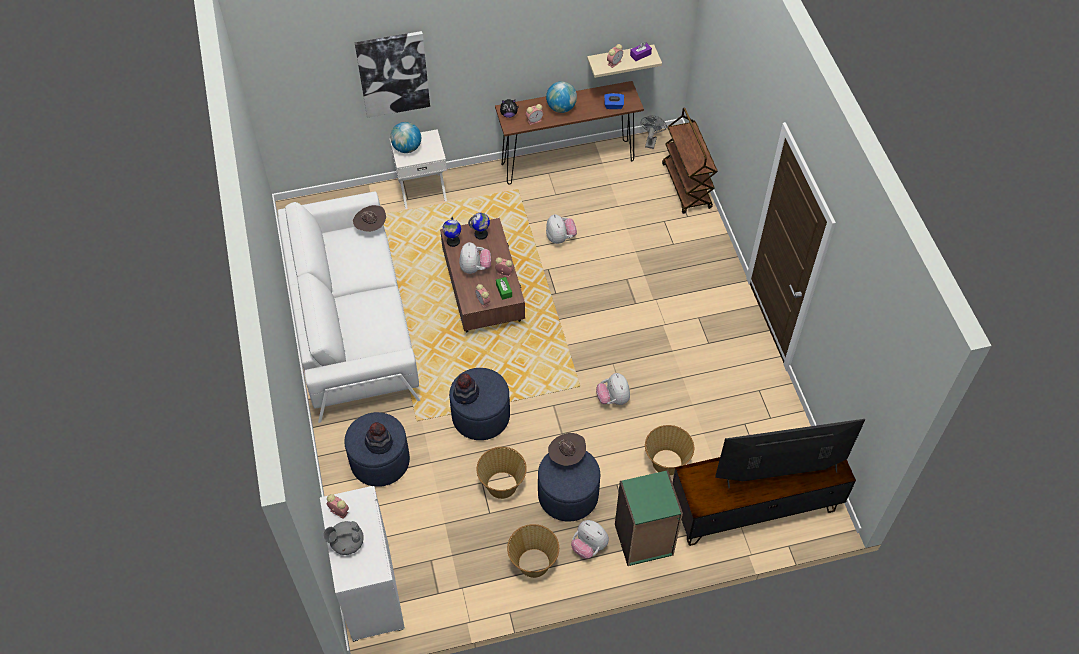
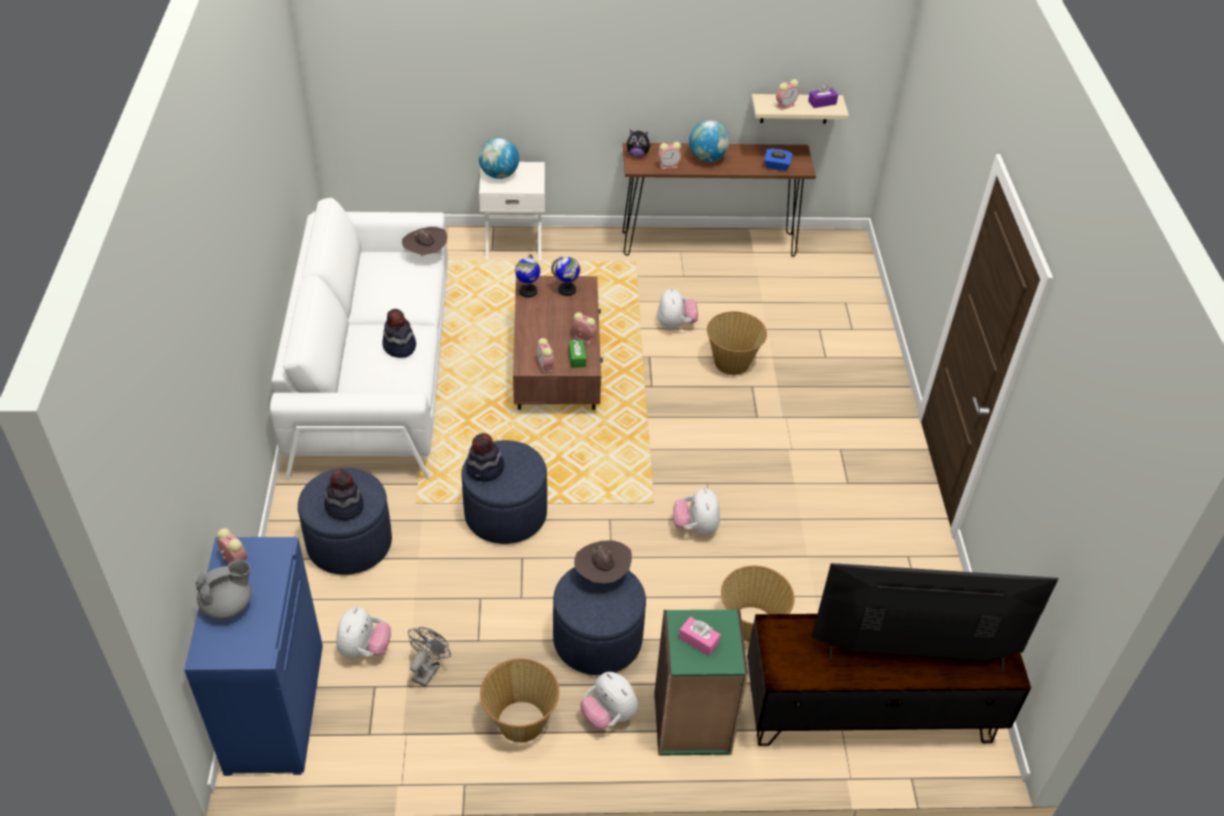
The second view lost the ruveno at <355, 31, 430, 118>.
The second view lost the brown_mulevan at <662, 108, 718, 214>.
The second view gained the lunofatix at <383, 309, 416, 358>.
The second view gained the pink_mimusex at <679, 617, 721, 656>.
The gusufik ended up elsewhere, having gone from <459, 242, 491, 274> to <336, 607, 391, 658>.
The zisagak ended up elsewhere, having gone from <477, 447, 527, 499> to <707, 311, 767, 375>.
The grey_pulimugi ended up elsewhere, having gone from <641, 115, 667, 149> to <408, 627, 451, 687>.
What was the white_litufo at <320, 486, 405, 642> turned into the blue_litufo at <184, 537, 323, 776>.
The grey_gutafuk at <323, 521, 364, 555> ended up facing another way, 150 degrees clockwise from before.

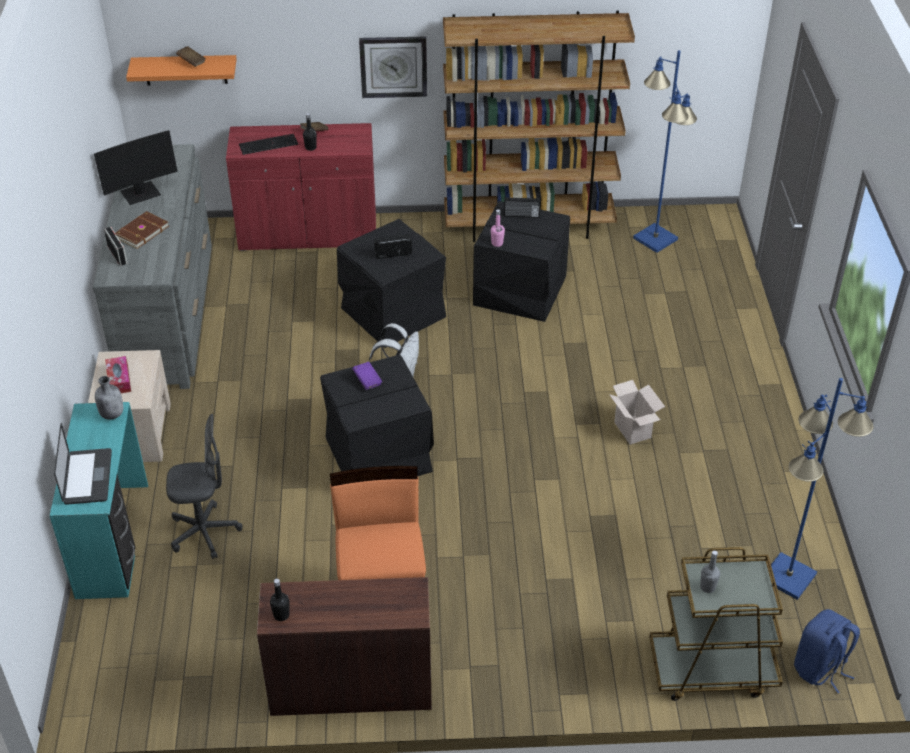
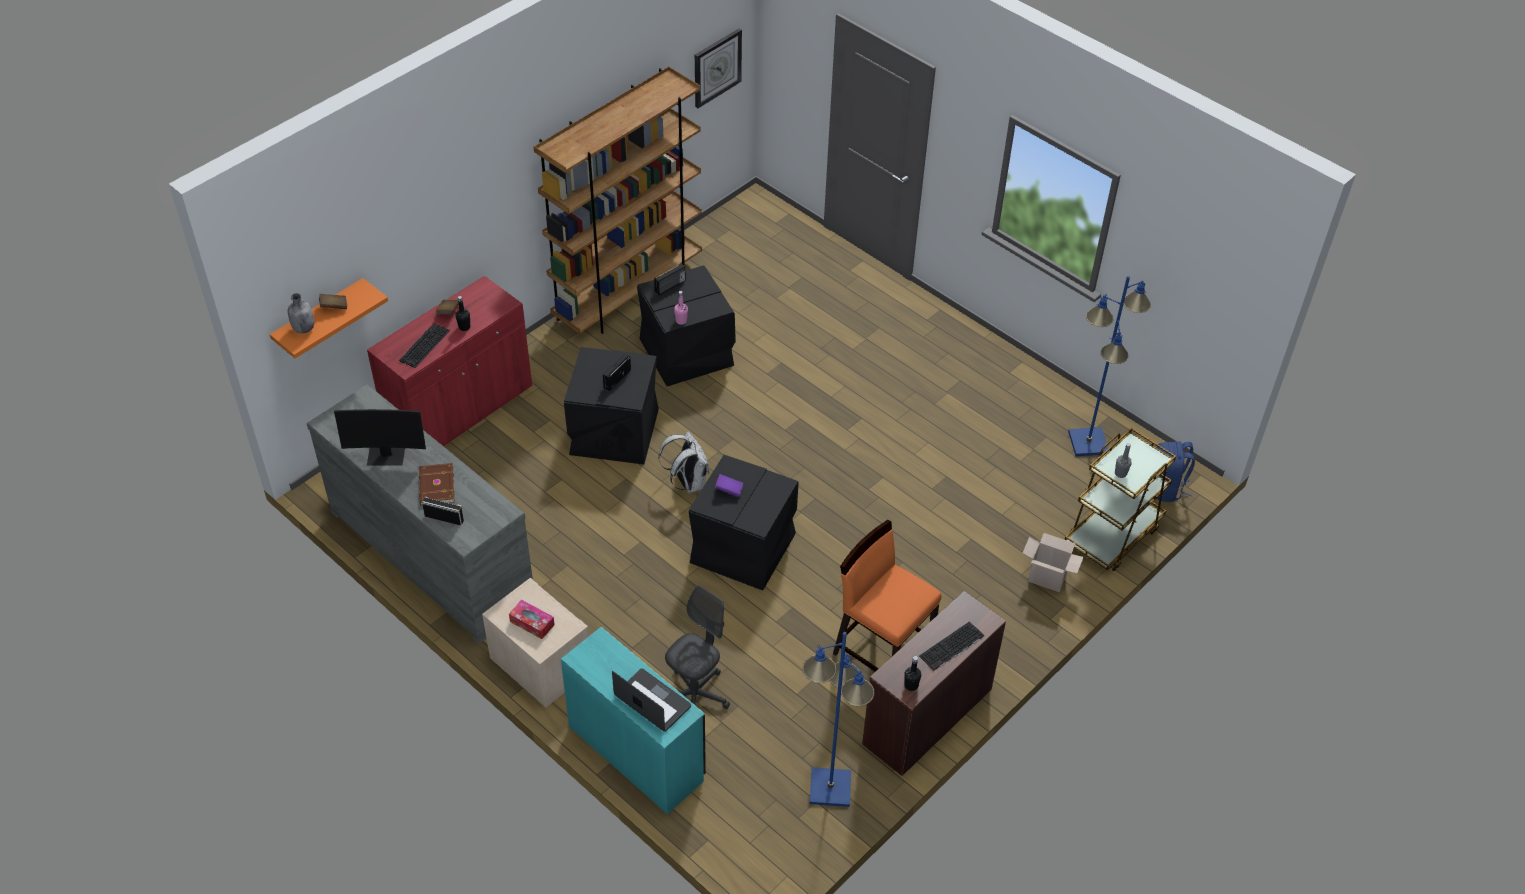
The second view gained the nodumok at <919, 622, 984, 671>.
The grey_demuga ended up elsewhere, having gone from <95, 376, 123, 420> to <288, 293, 314, 333>.
The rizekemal ended up elsewhere, having gone from <359, 36, 427, 98> to <695, 29, 742, 108>.
The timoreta ended up elsewhere, having gone from <609, 380, 665, 445> to <1023, 533, 1084, 592>.
The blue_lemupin ended up elsewhere, having gone from <633, 50, 697, 253> to <803, 632, 874, 807>.
The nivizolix at <94, 130, 178, 205> ended up facing another way, 75 degrees clockwise from before.

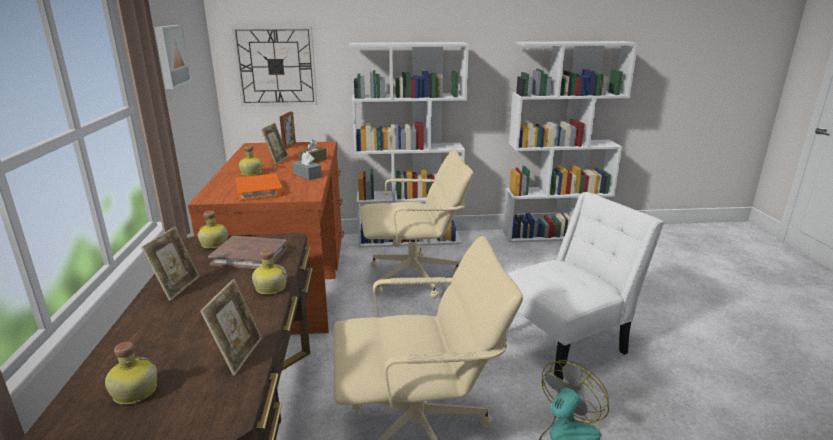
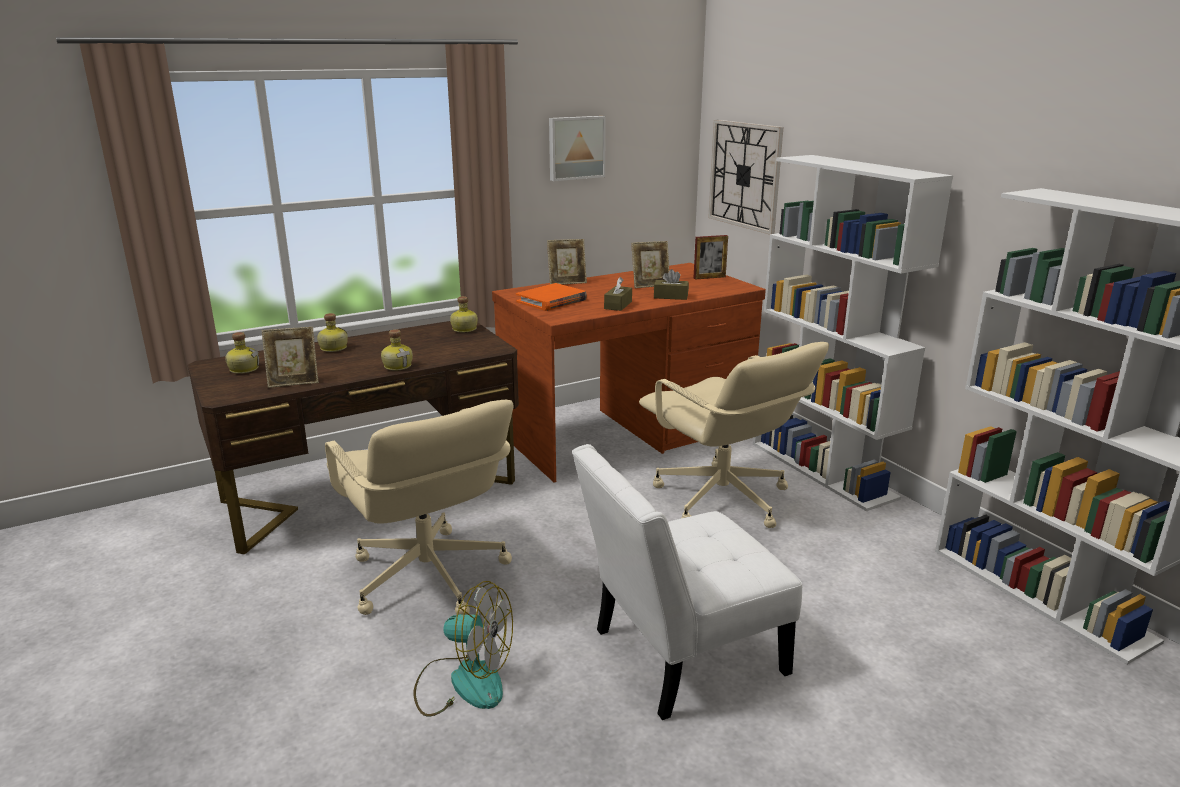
The second view lost the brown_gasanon at <208, 236, 287, 269>.
The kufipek ended up elsewhere, having gone from <141, 227, 200, 301> to <547, 239, 587, 284>.
The demuga ended up elsewhere, having gone from <239, 146, 263, 176> to <317, 313, 348, 352>.
What was the grey_mimusex at <293, 152, 322, 180> turned into the brown_mimusex at <604, 277, 632, 311>.
The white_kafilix at <507, 192, 664, 380> ended up facing another way, 120 degrees clockwise from before.

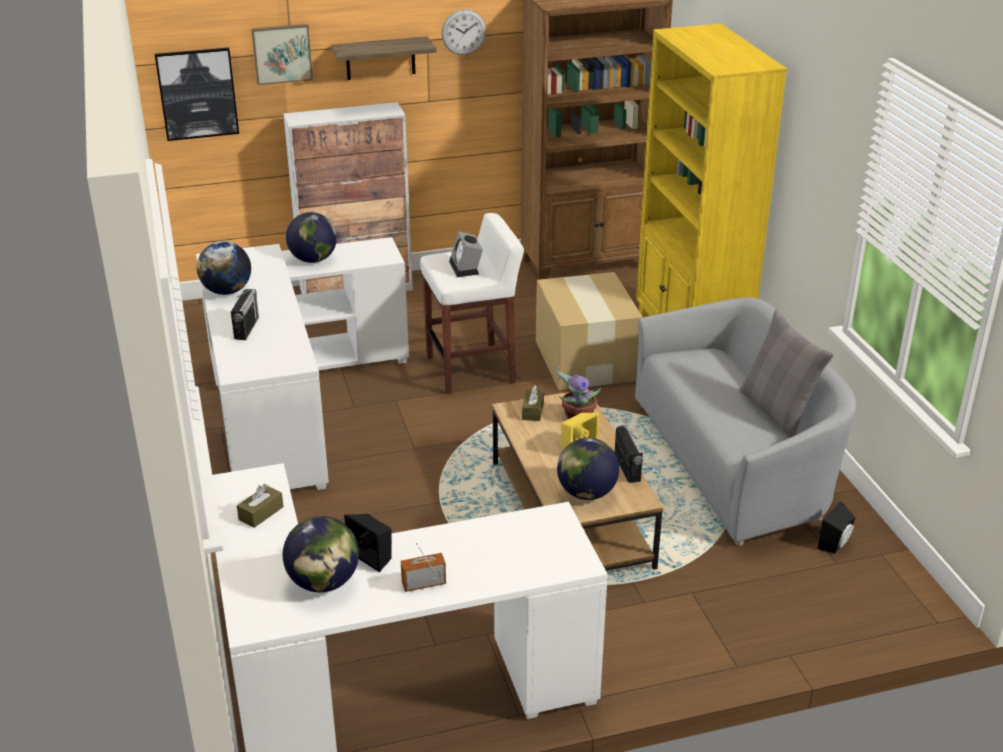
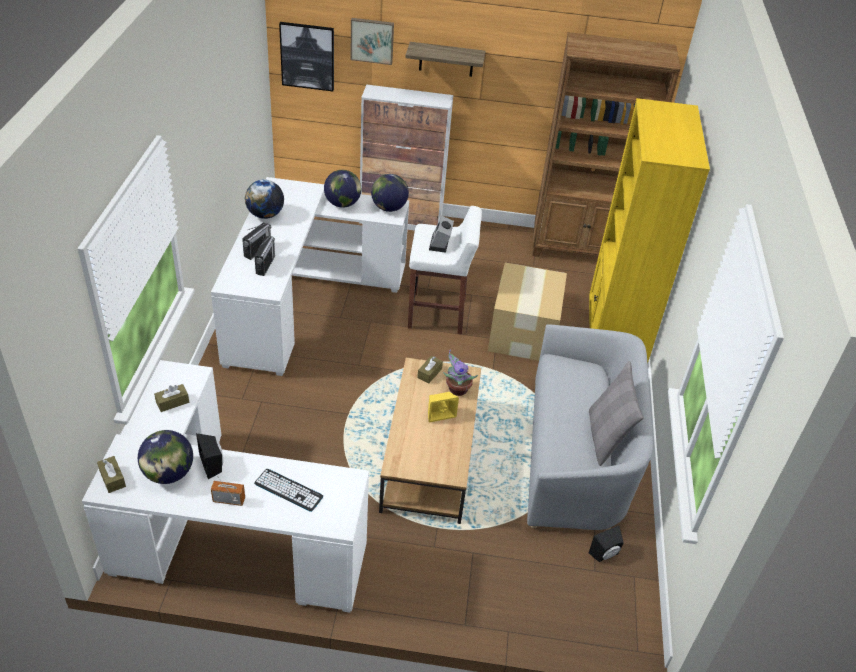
The second view lost the rizekemal at <441, 9, 486, 55>.
The second view gained the brown_mimusex at <97, 456, 126, 493>.
The second view gained the nodumok at <254, 469, 323, 512>.
The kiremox ended up elsewhere, having gone from <557, 438, 619, 500> to <371, 174, 409, 212>.
The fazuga ended up elsewhere, having gone from <615, 425, 643, 483> to <254, 236, 275, 276>.

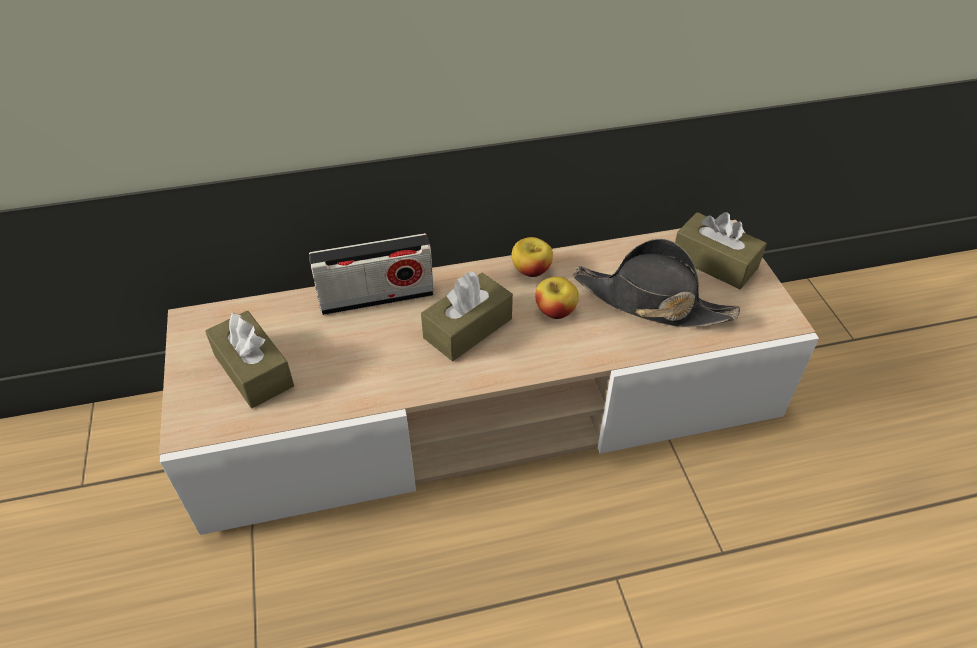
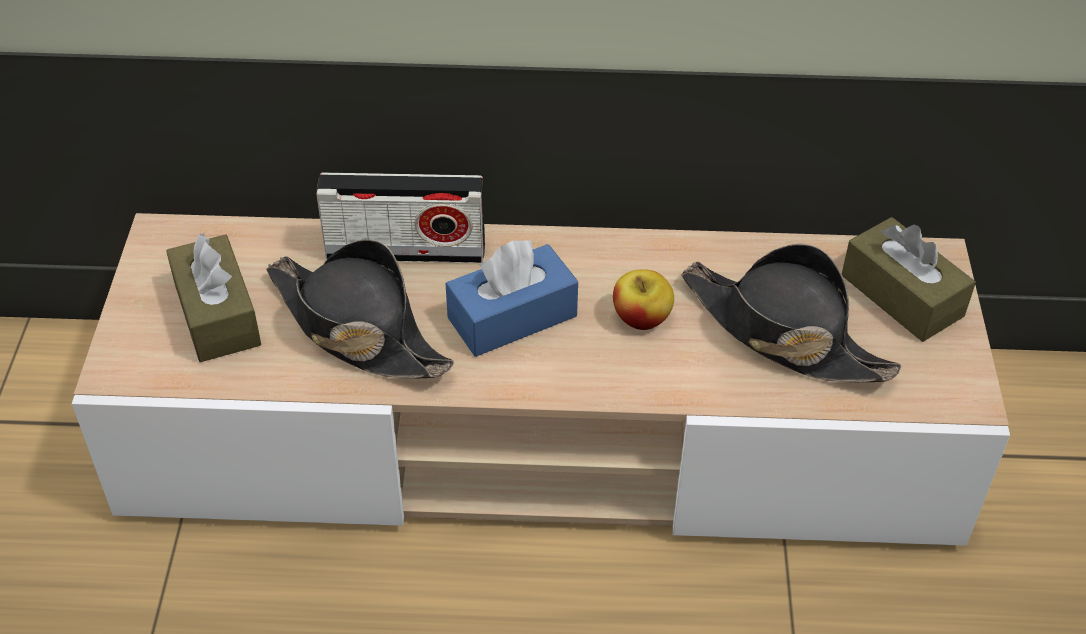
The second view lost the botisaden at <512, 237, 553, 277>.
The second view gained the black_lunofatix at <266, 239, 455, 378>.
What was the brown_mimusex at <421, 271, 513, 361> turned into the blue_mimusex at <446, 240, 578, 357>.

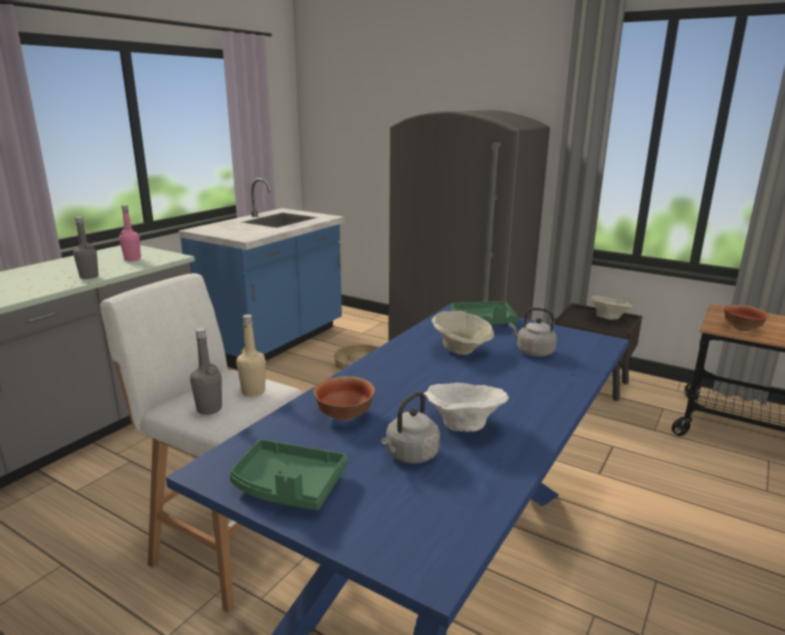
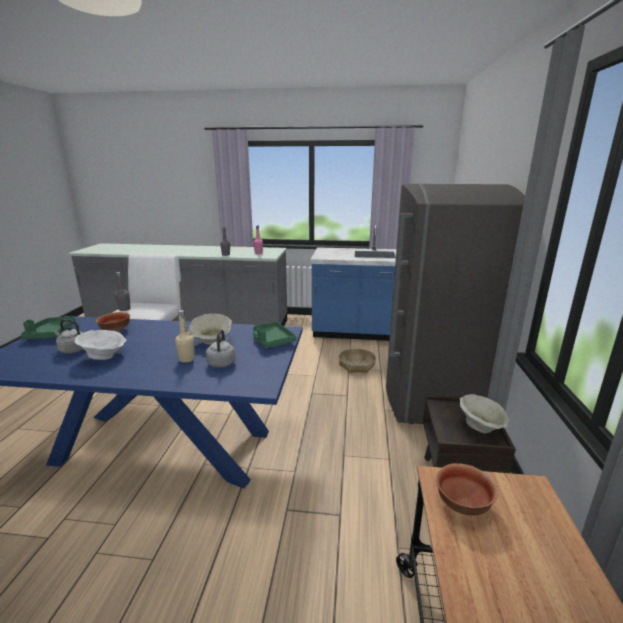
The beige_demuga ended up elsewhere, having gone from <236, 314, 266, 396> to <175, 310, 195, 363>.

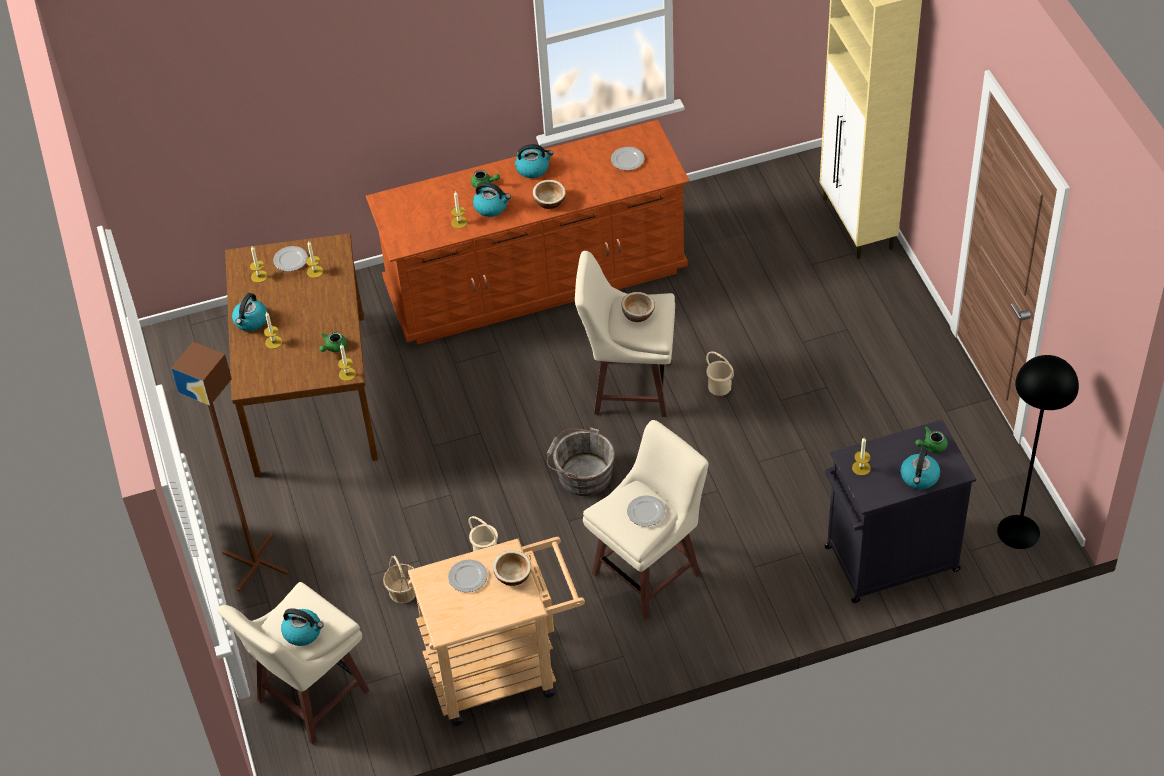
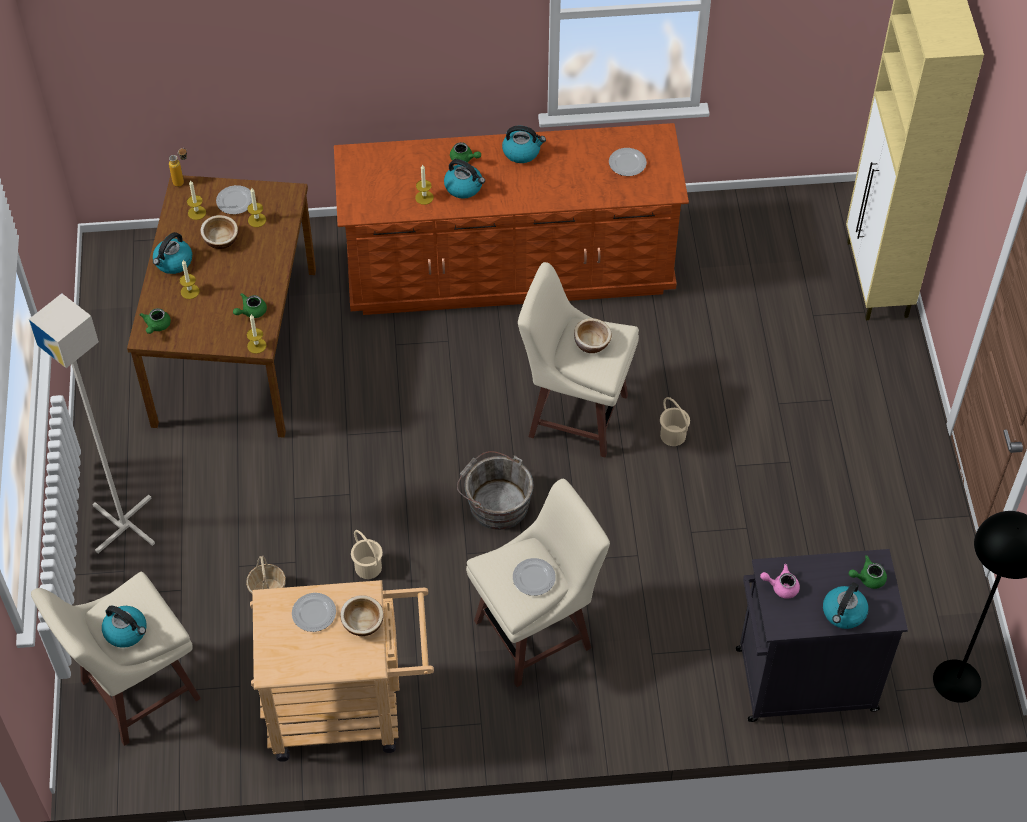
The second view gained the green_gutafuk at <140, 308, 171, 334>.
The second view gained the demuga at <169, 148, 187, 187>.
The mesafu ended up elsewhere, having gone from <533, 180, 566, 209> to <201, 215, 238, 249>.
Where the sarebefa stood at <852, 438, 871, 476>, the pink_gutafuk came to stand at <760, 564, 800, 599>.
What was the brown_lemupin at <171, 341, 289, 592> turned into the grey_lemupin at <29, 293, 155, 553>.

